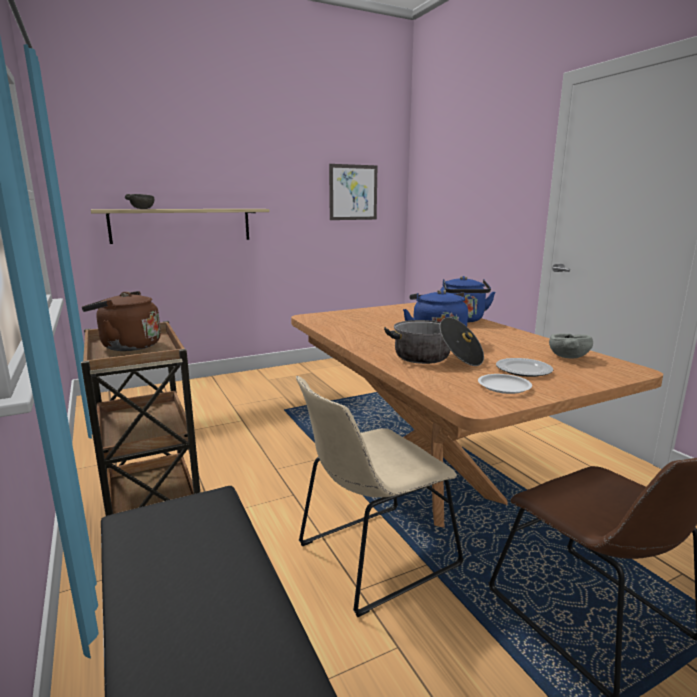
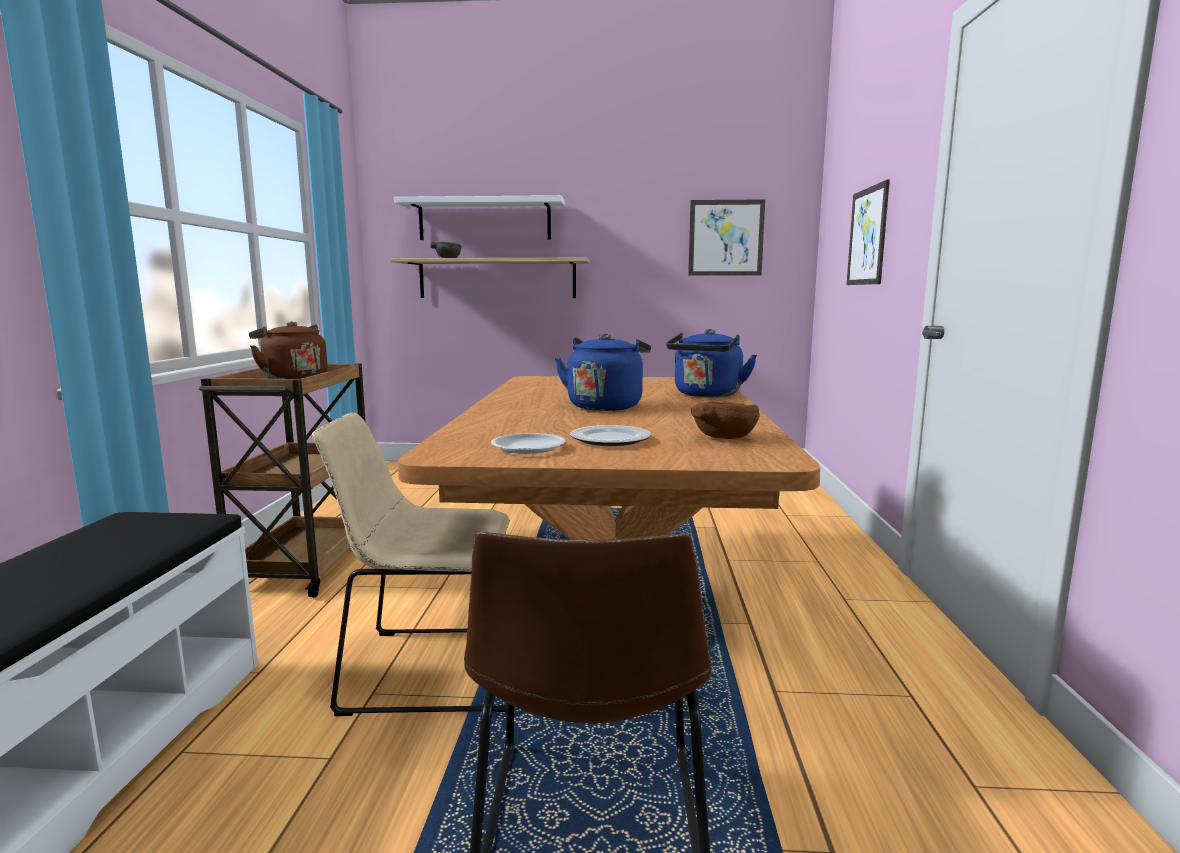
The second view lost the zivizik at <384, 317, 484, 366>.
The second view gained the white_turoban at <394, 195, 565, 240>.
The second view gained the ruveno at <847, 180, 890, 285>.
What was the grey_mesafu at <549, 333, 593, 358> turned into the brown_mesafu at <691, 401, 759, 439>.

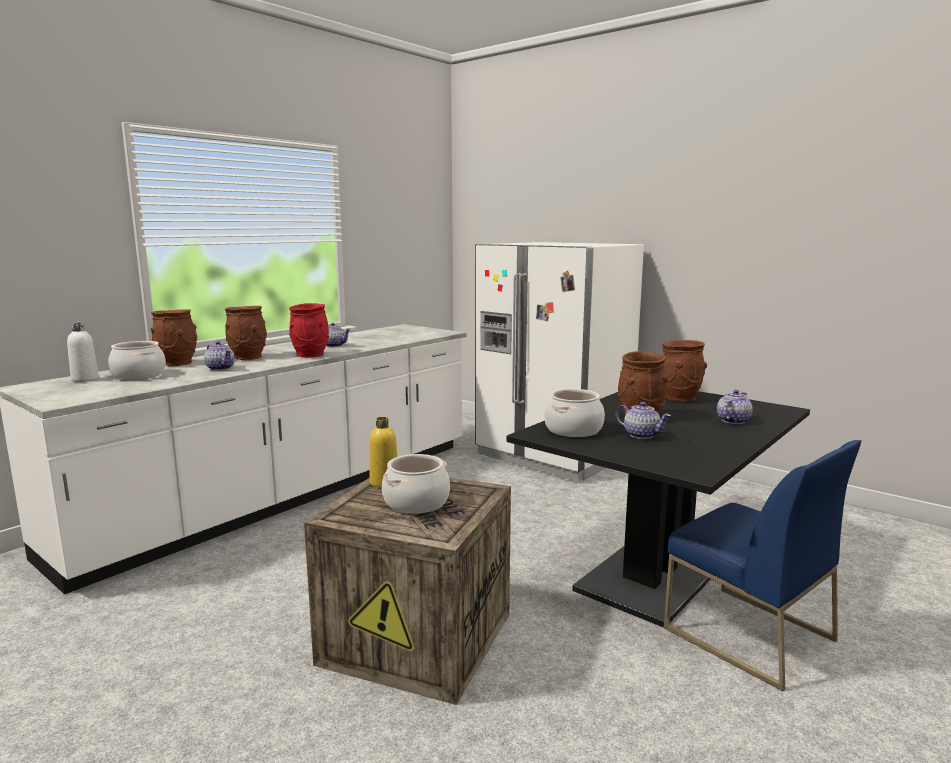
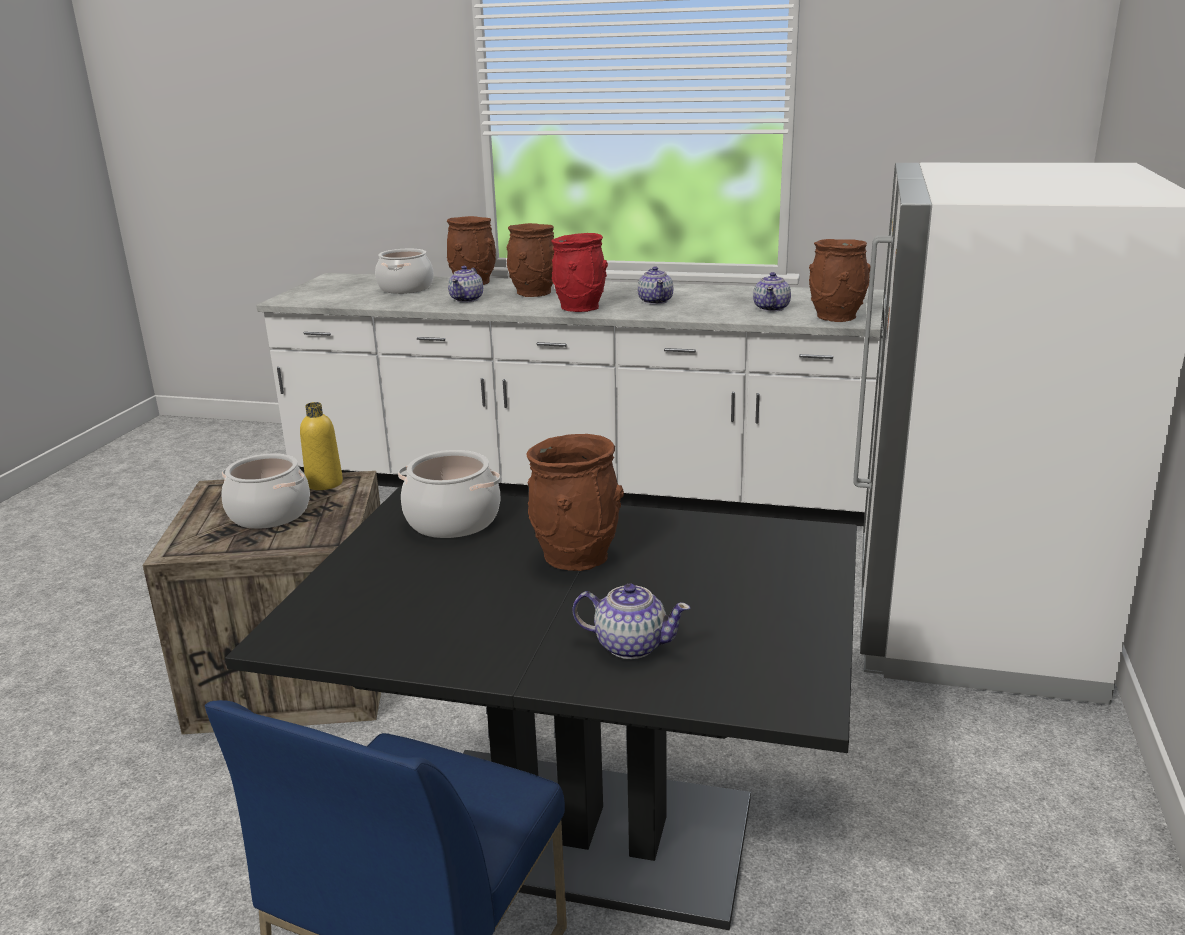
The second view lost the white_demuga at <67, 323, 99, 382>.
The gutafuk ended up elsewhere, having gone from <616, 402, 671, 439> to <753, 272, 791, 312>.
The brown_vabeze ended up elsewhere, having gone from <662, 340, 707, 402> to <809, 239, 870, 322>.

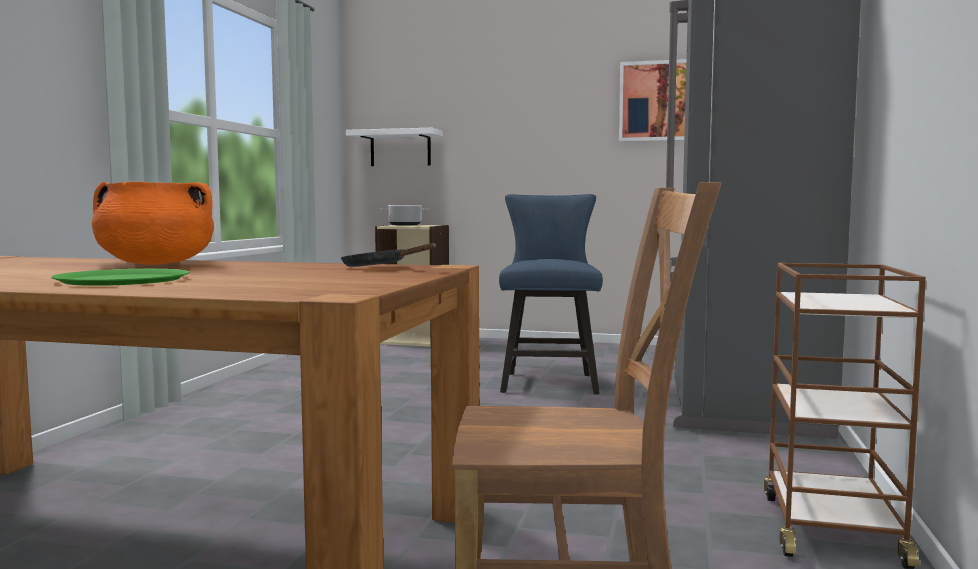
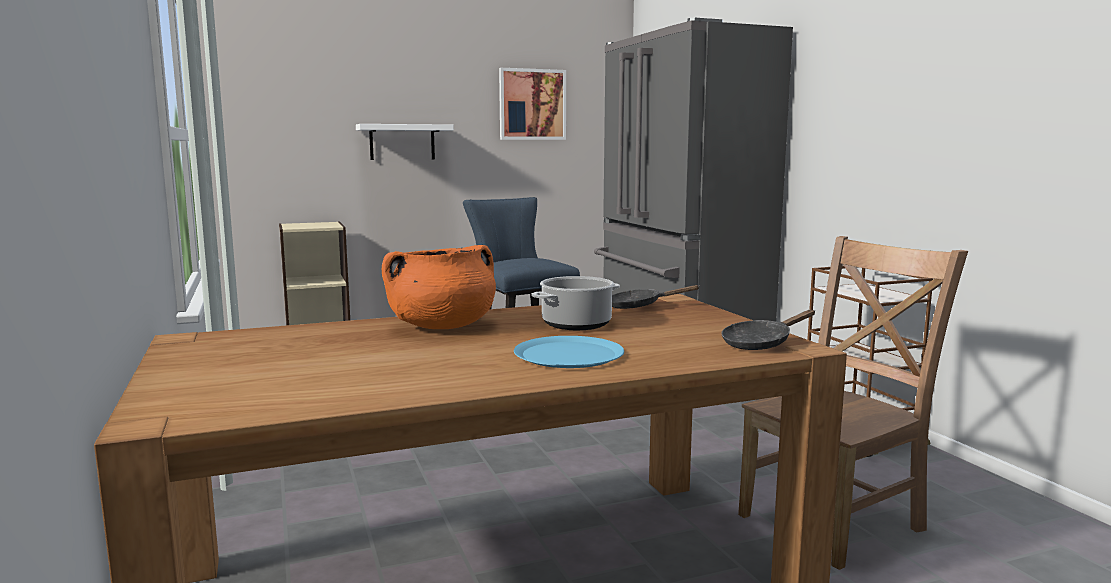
The second view gained the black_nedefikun at <721, 310, 815, 350>.
The white_turoban ended up elsewhere, having gone from <346, 128, 443, 166> to <356, 124, 454, 160>.
The zivizik ended up elsewhere, having gone from <381, 205, 429, 226> to <531, 276, 620, 330>.
What was the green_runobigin at <51, 269, 190, 286> turned into the blue_runobigin at <514, 336, 624, 368>.

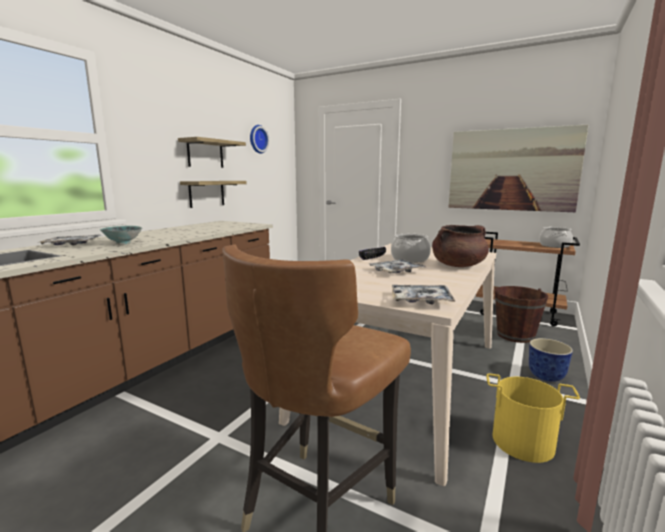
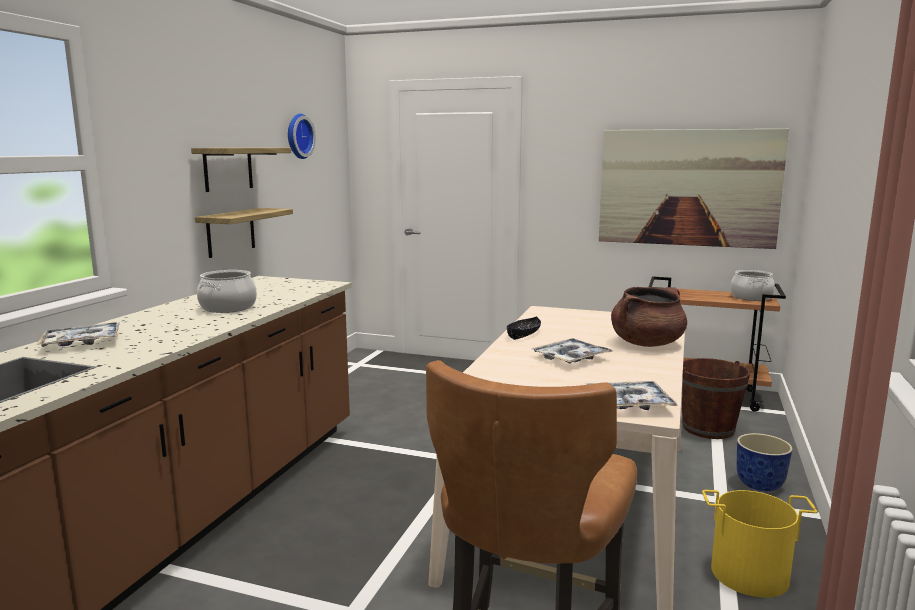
The second view lost the mesafu at <100, 226, 142, 245>.
The zivizik ended up elsewhere, having gone from <391, 234, 431, 263> to <197, 270, 257, 313>.

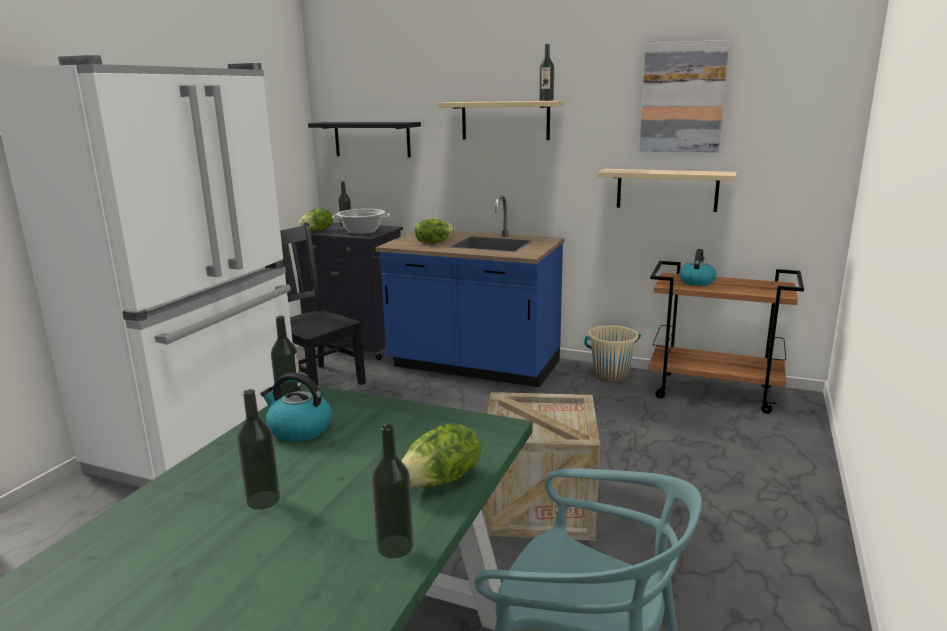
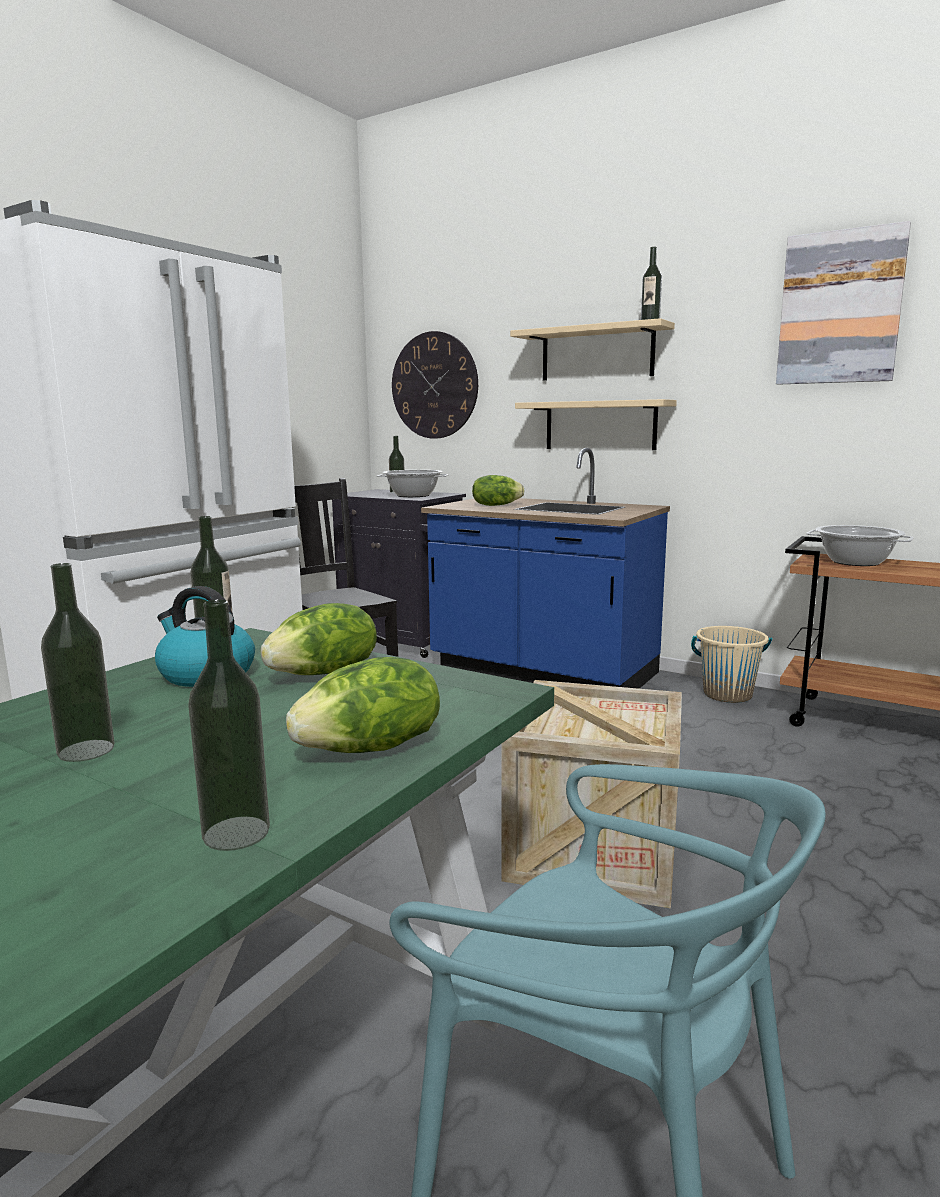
The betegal ended up elsewhere, having gone from <299, 208, 333, 231> to <261, 603, 377, 675>.
The beige_turoban ended up elsewhere, having gone from <598, 169, 737, 212> to <515, 399, 677, 450>.
Where the black_turoban hung at <308, 122, 421, 158>, the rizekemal came to hang at <392, 331, 478, 439>.
Where the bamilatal stood at <679, 249, 716, 286>, the zivizik came to stand at <806, 525, 914, 566>.

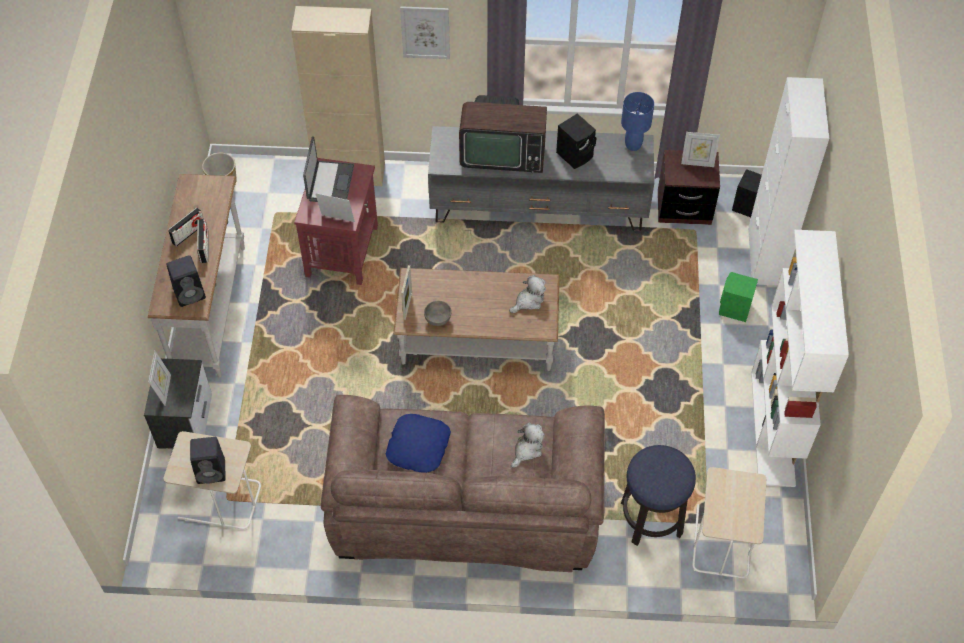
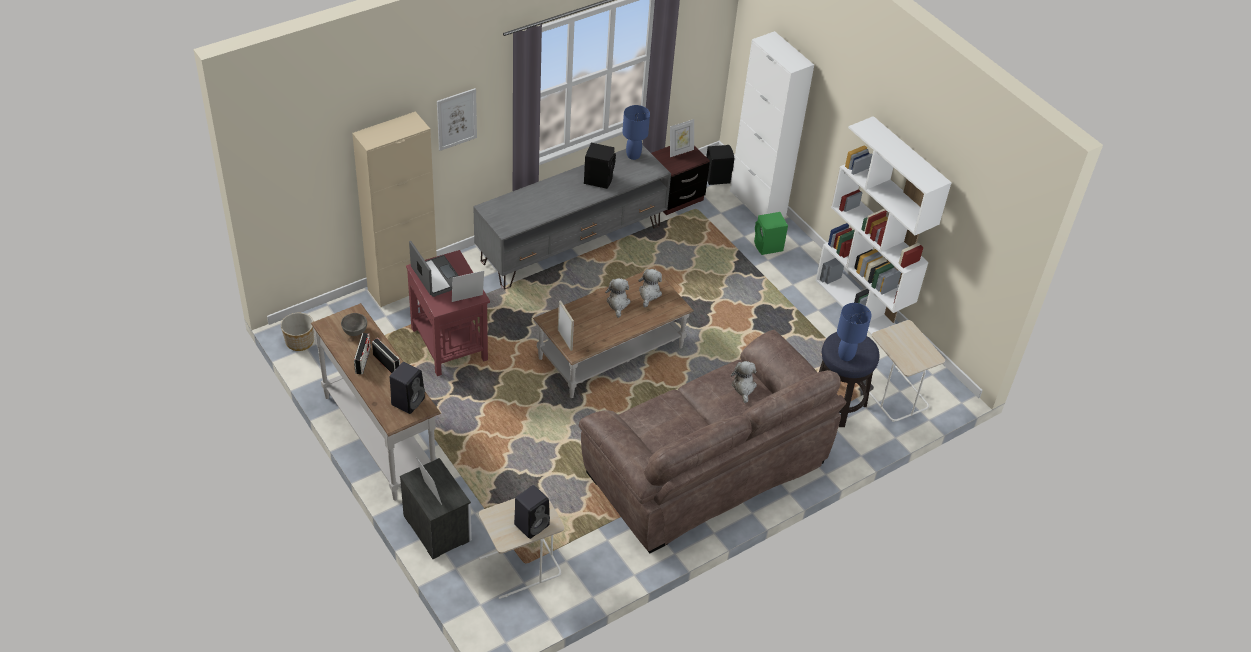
The second view lost the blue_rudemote at <386, 414, 451, 473>.
The second view lost the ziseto at <459, 95, 547, 173>.
The second view gained the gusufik at <605, 278, 631, 318>.
The second view gained the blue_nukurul at <837, 303, 872, 361>.
The grey_mesafu ended up elsewhere, having gone from <424, 301, 452, 326> to <341, 313, 367, 336>.

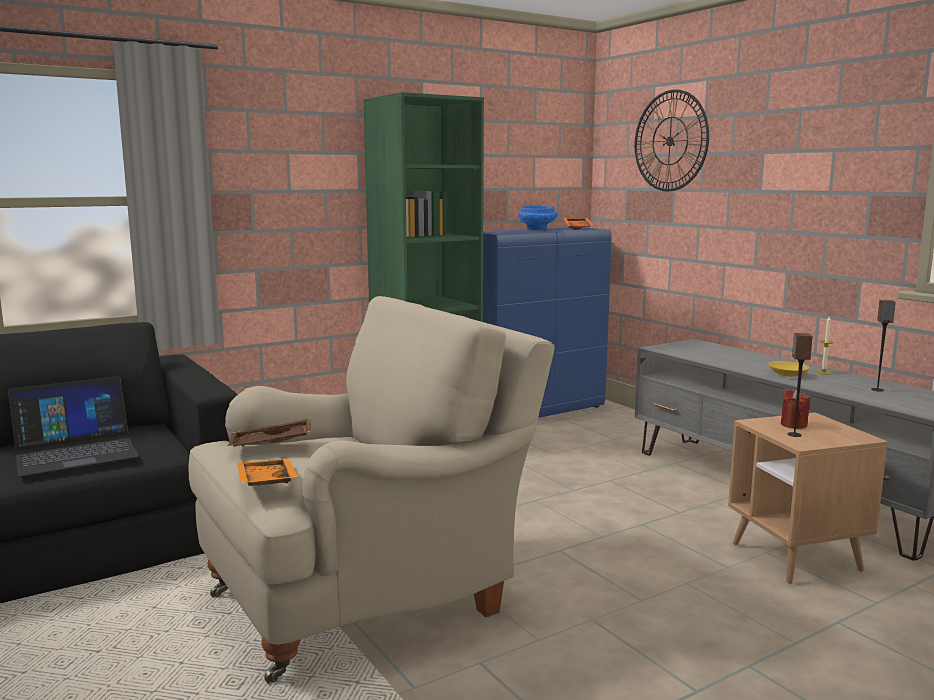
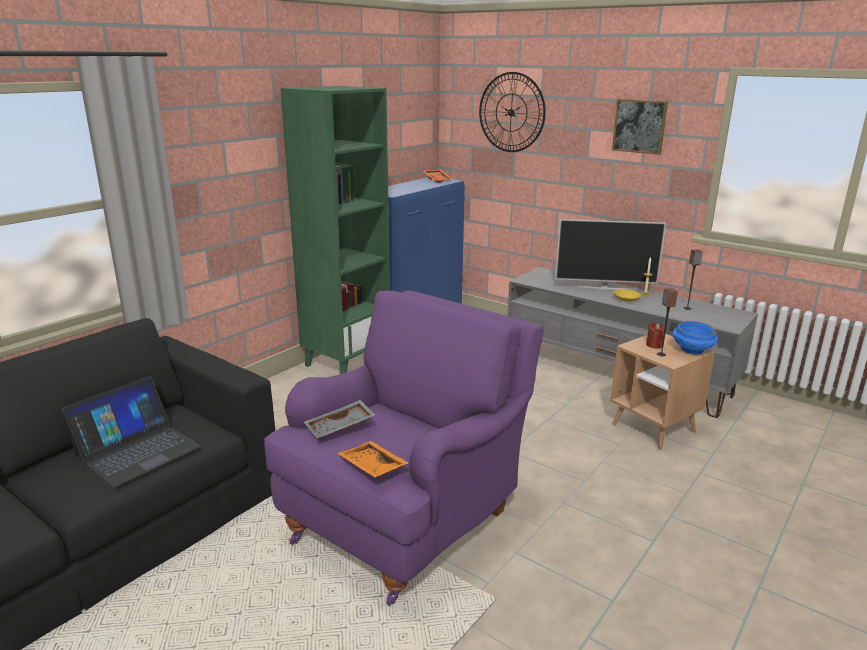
The second view gained the ziseto at <555, 219, 666, 290>.
The second view gained the ruveno at <612, 99, 668, 155>.
The blue_mesafu ended up elsewhere, having gone from <519, 205, 557, 230> to <672, 321, 718, 355>.
What was the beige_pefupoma at <188, 296, 555, 684> turned into the purple_pefupoma at <264, 291, 544, 606>.
What was the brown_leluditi at <228, 418, 311, 447> turned into the grey_leluditi at <304, 400, 375, 438>.

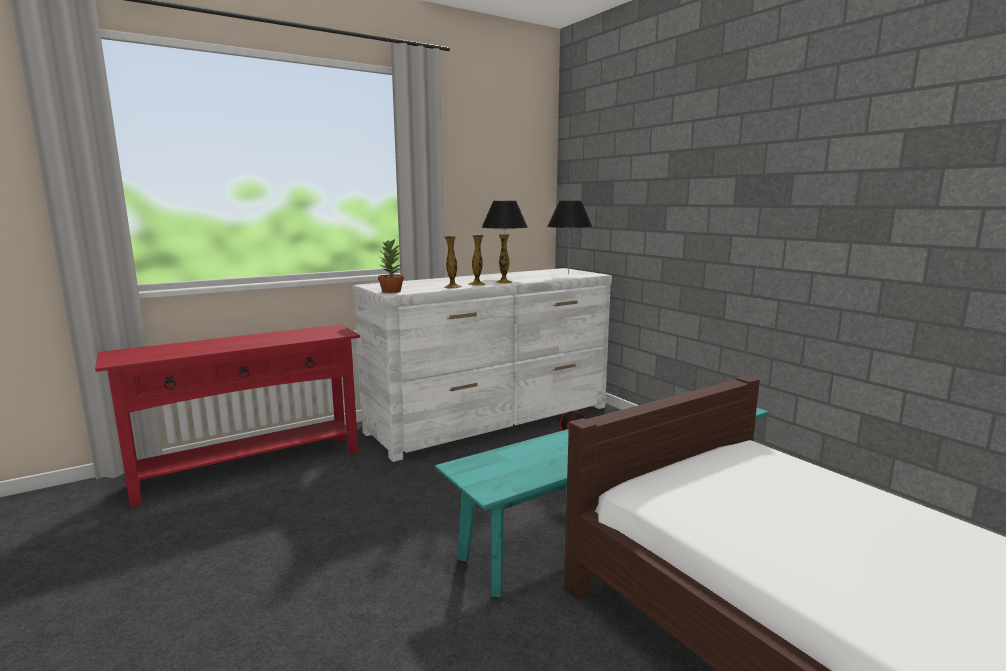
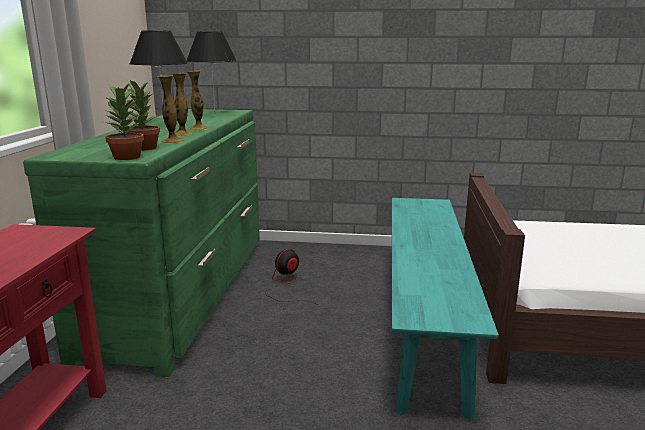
The second view gained the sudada at <125, 80, 160, 150>.
What was the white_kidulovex at <353, 268, 612, 462> turned into the green_kidulovex at <23, 109, 260, 377>.

